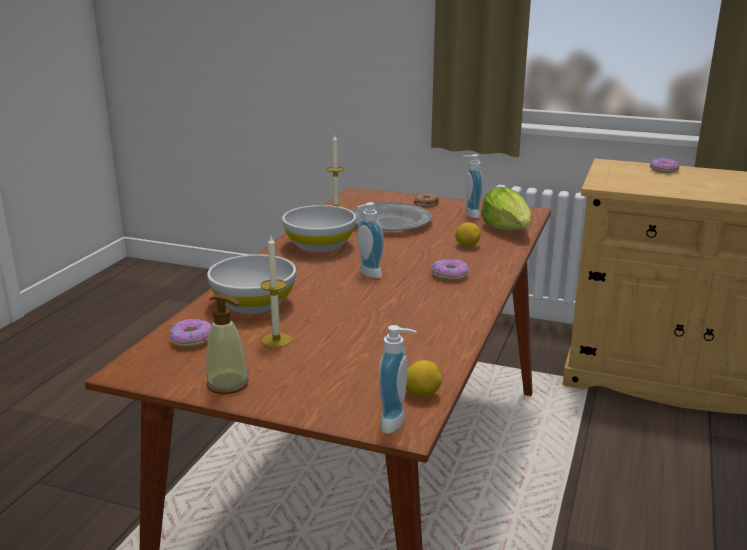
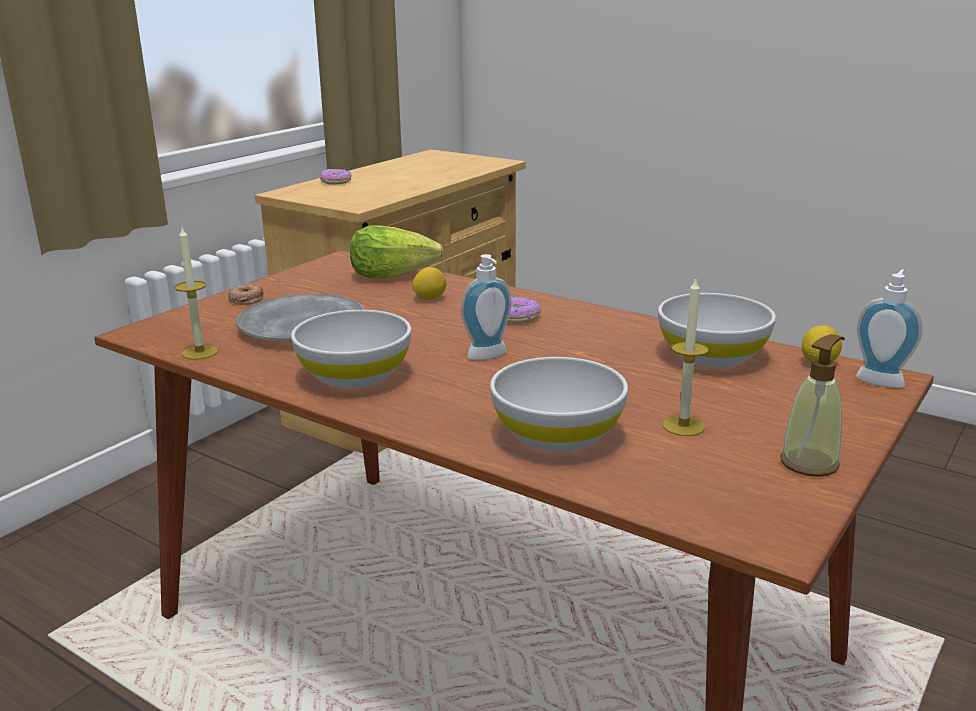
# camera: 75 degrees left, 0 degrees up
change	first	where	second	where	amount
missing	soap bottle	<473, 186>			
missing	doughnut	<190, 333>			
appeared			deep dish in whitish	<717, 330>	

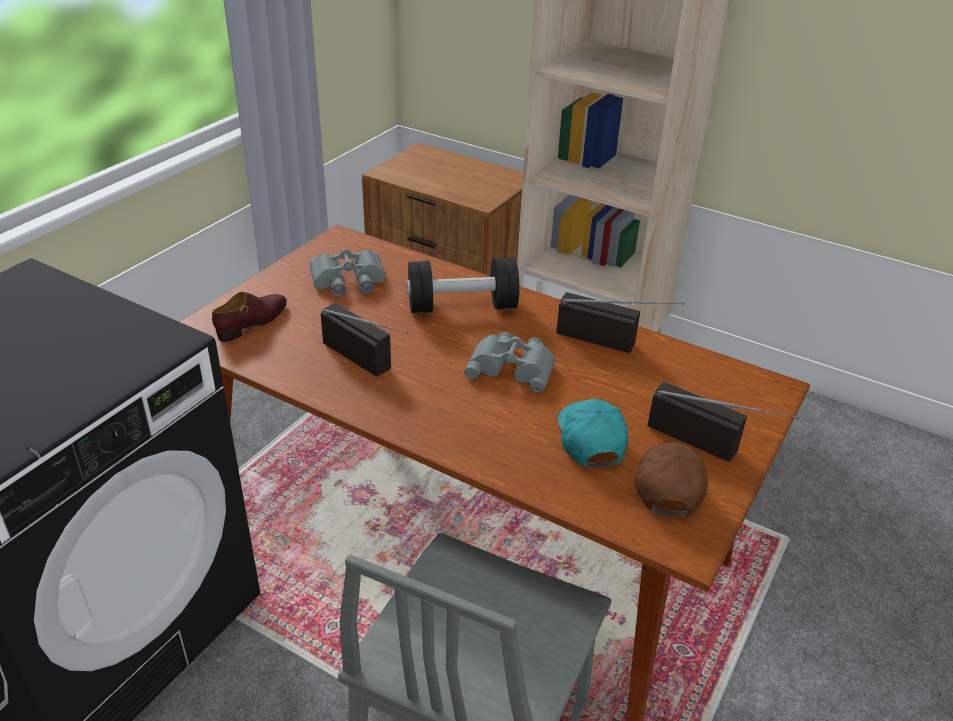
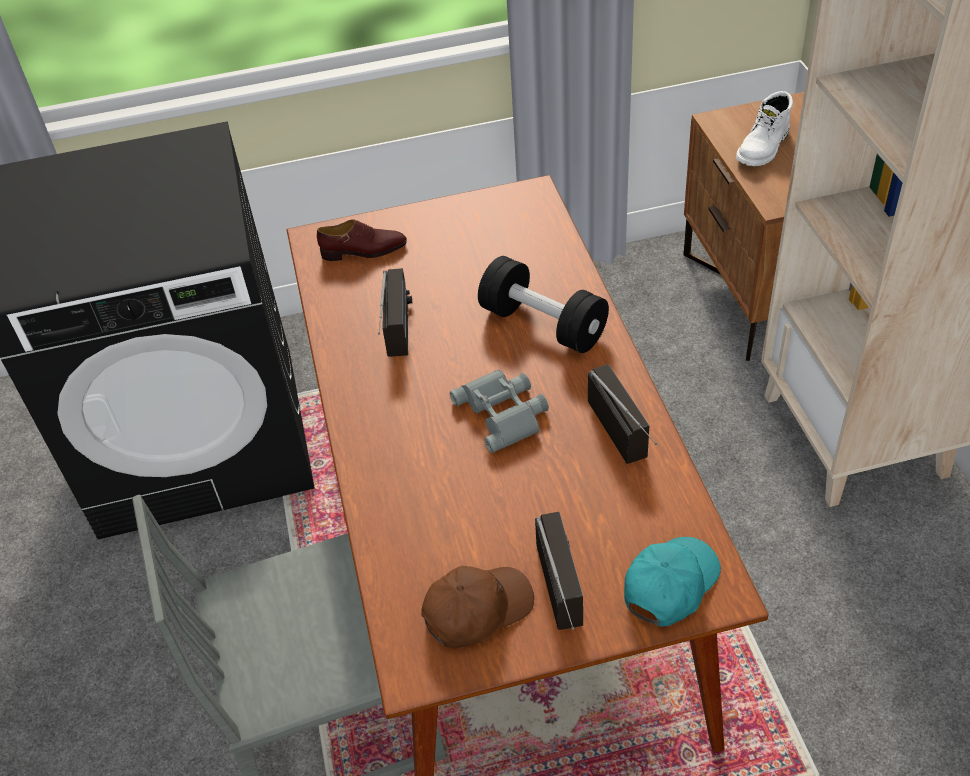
# camera: 50 degrees right, 10 degrees up
change	first	where	second	where	amount
missing	field glasses in greyish	<347, 273>			
relocated	cap in turquoise	<593, 433>		<672, 582>	
appeared			boot in whitish	<764, 128>	

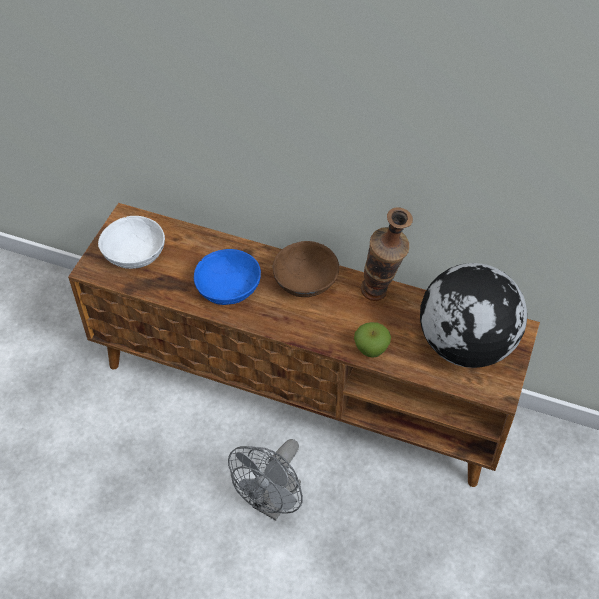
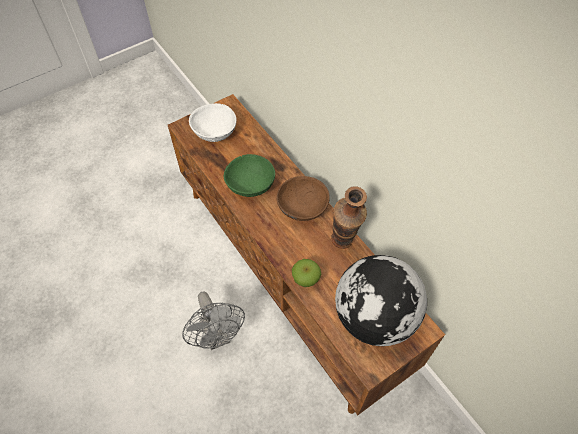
# camera: 35 degrees right, 5 degrees up
change	first	where	second	where	amount
colour	deep dish in blue-coloured	<227, 277>	deep dish in greenish	<249, 175>	
spun	cooling fan in greyish	<265, 480>		<213, 320>	90 degrees counterclockwise

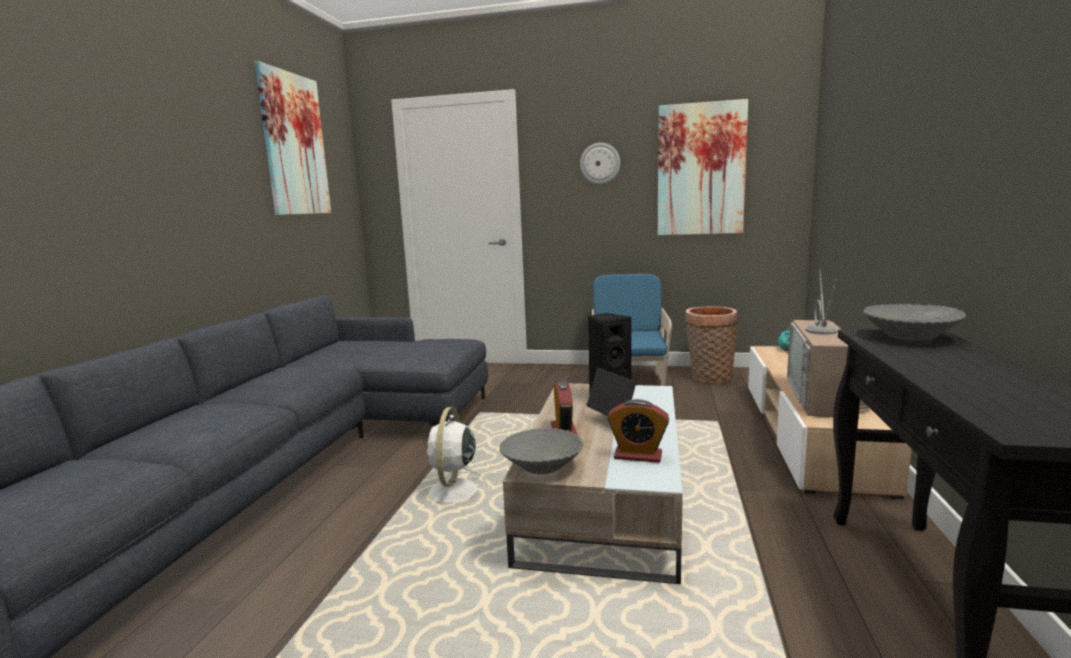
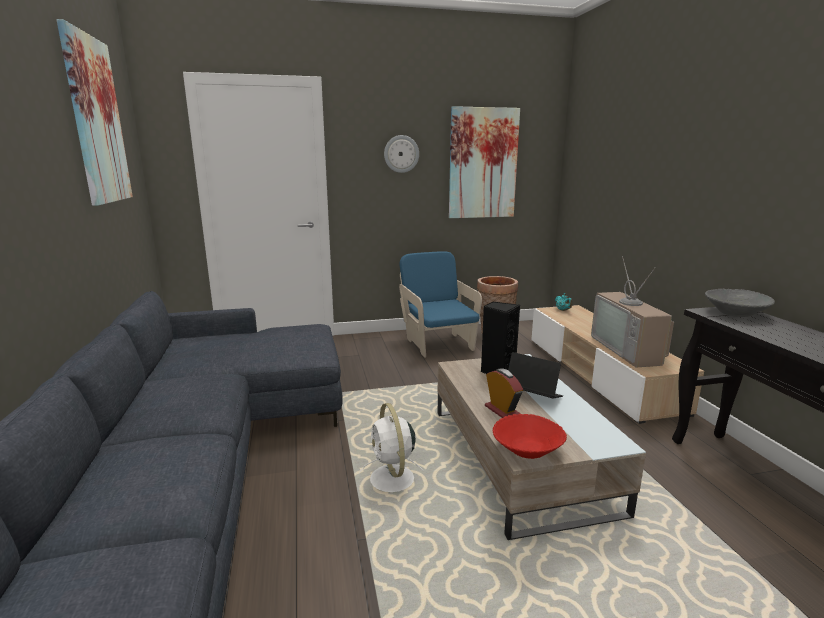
# camera: 25 degrees left, 5 degrees up
change	first	where	second	where	amount
missing	alarm clock	<638, 431>			
colour	deep dish in greyish	<541, 451>	deep dish in red-coloured	<530, 436>	

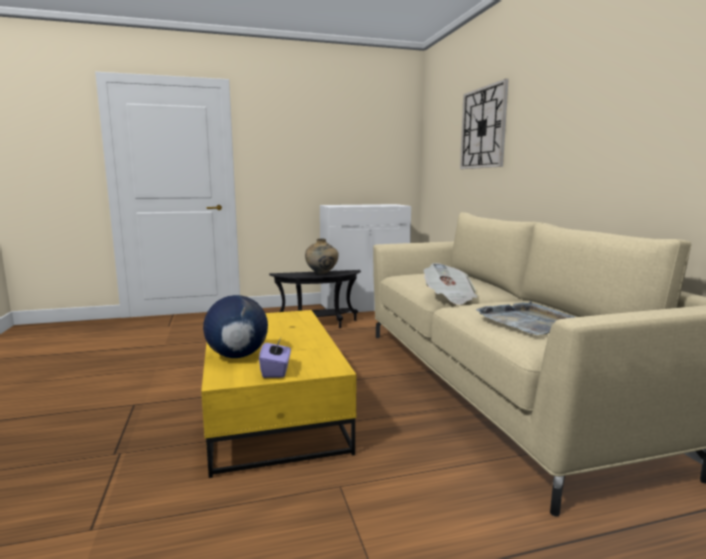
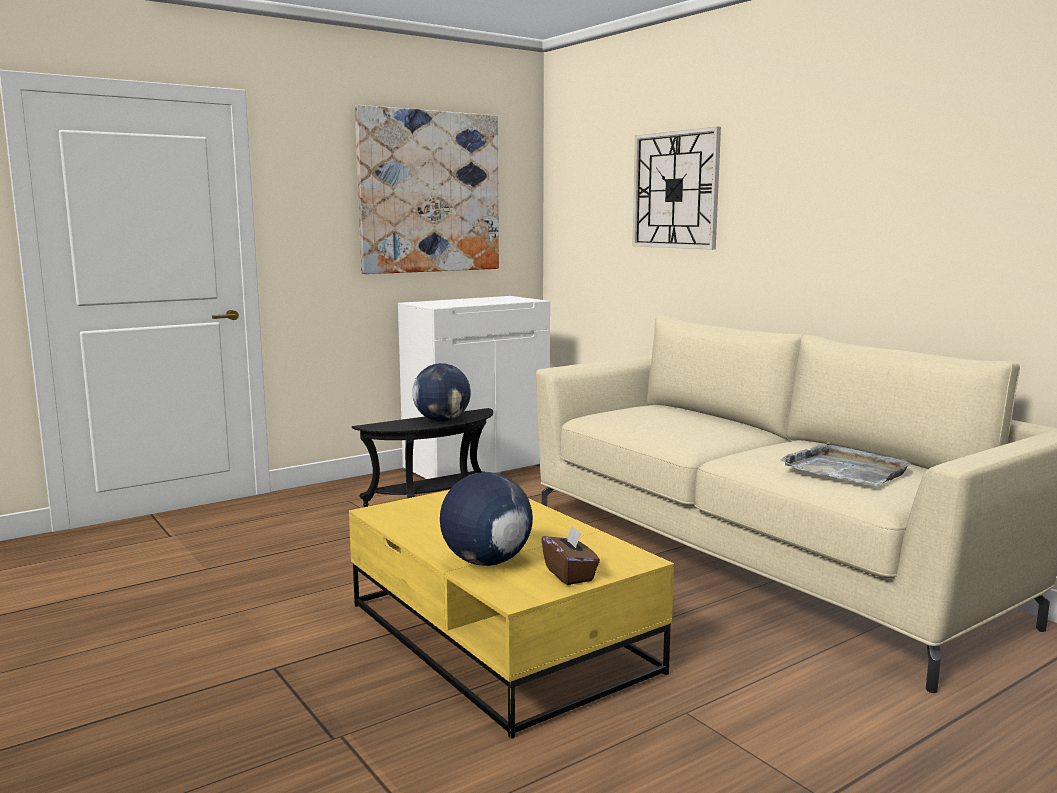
# camera: 20 degrees left, 0 degrees up
change	first	where	second	where	amount
exchanged	flower vase in sand-coloured	<322, 256>	desk globe	<441, 392>	
missing	printed paper	<451, 284>			
colour	box of tissues in purple	<275, 358>	box of tissues in brown-coloured	<571, 555>	
appeared			wall picture	<427, 189>	

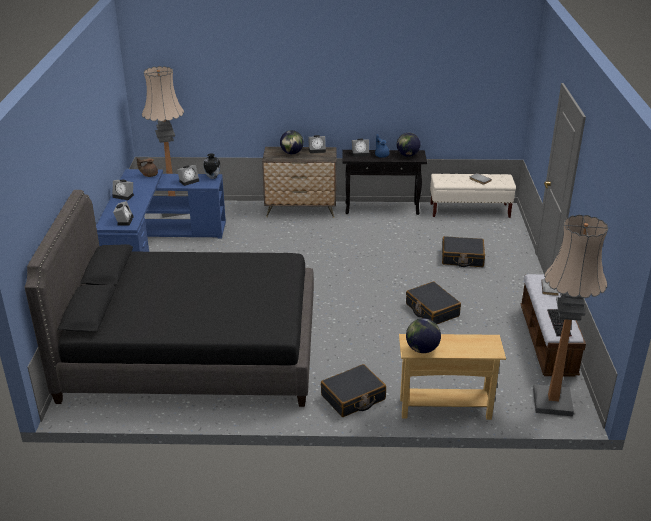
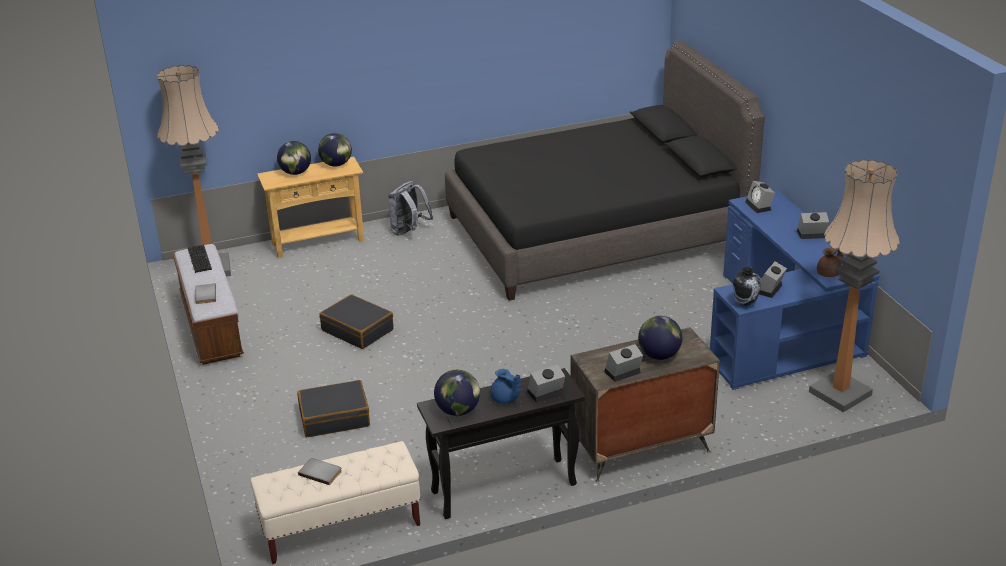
# camera: 160 degrees right, 0 degrees up
change	first	where	second	where	amount
exchanged	travel case in black	<353, 390>	knapsack in greyish	<411, 208>	
appeared			desk globe	<294, 158>	

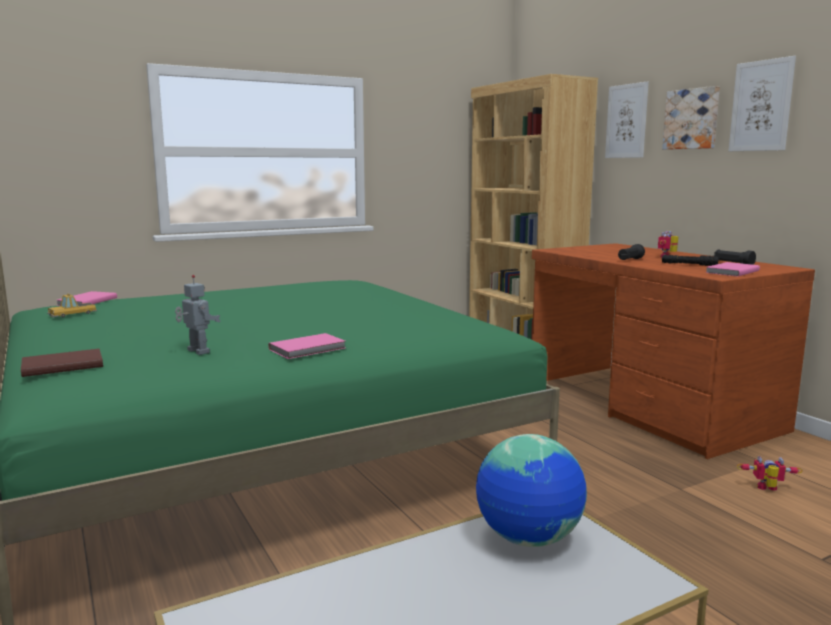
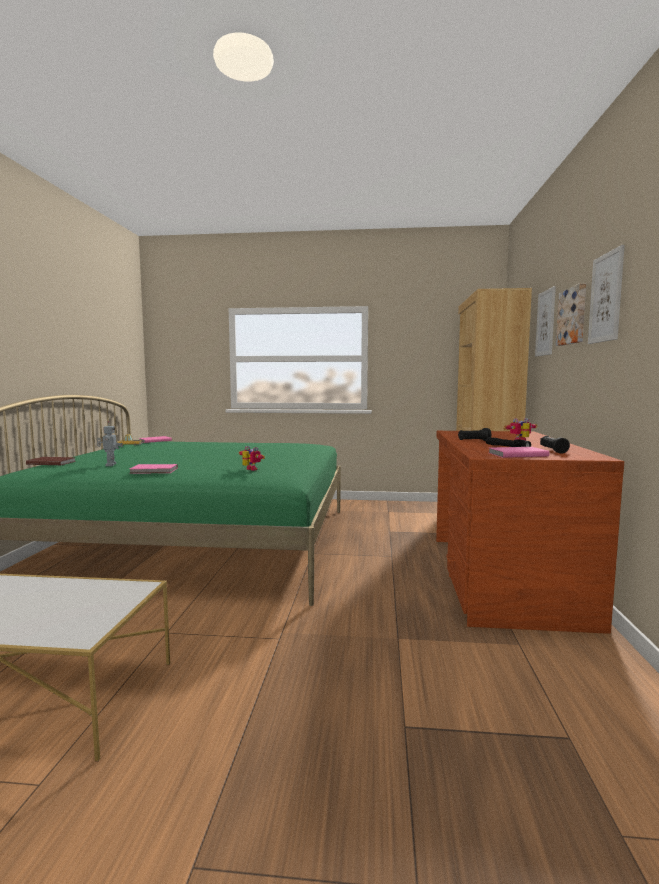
# camera: 35 degrees right, 5 degrees down
change	first	where	second	where	amount
missing	desk globe	<531, 490>			
relocated	toy robot	<769, 473>		<252, 458>	

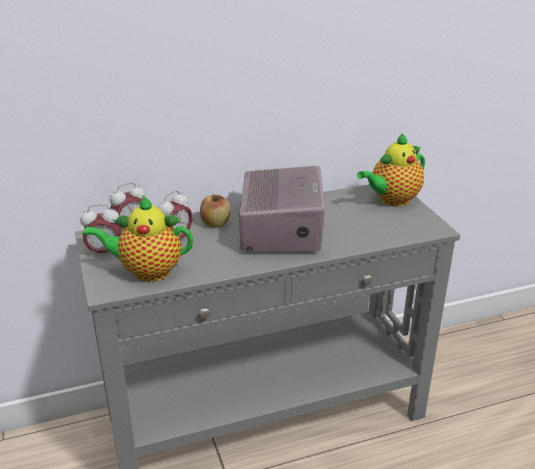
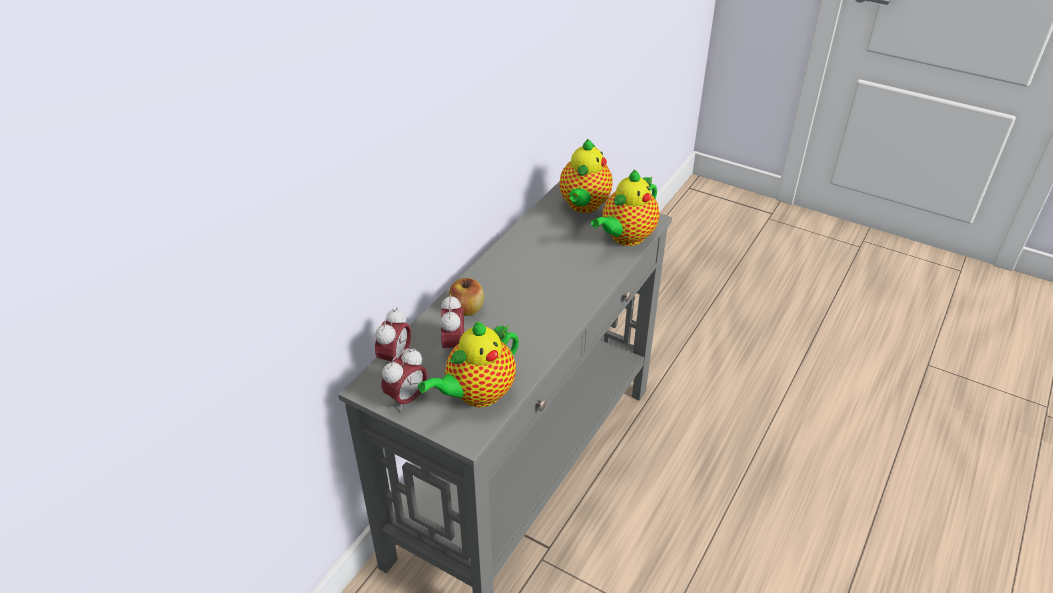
# camera: 40 degrees left, 10 degrees up
change	first	where	second	where	amount
missing	radio	<282, 209>			
appeared			tea pot	<625, 207>	

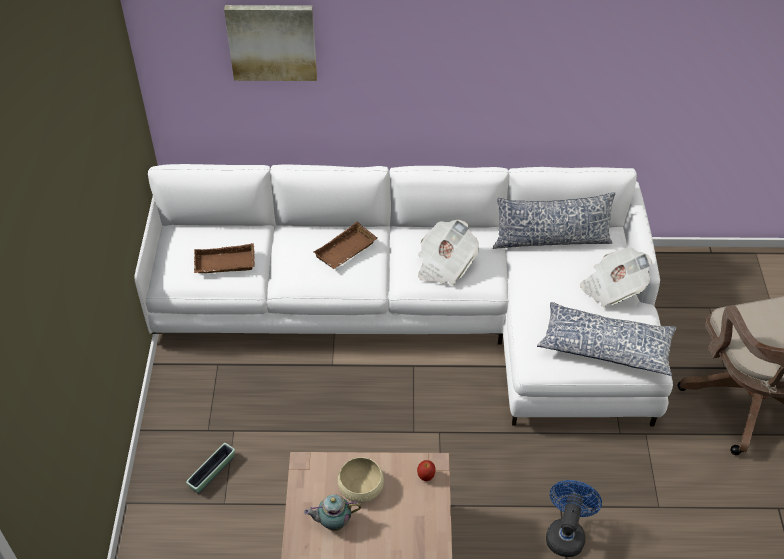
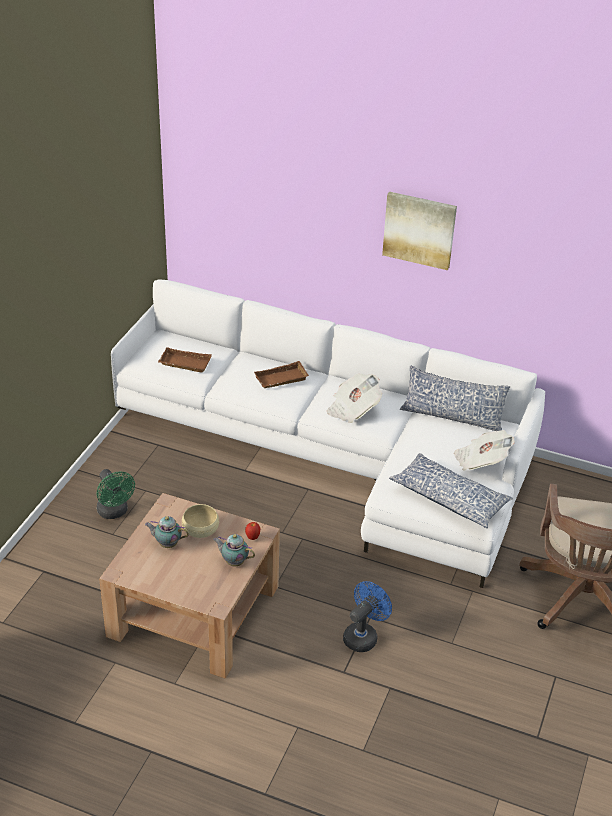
# camera: 20 degrees right, 10 degrees down
change	first	where	second	where	amount
relocated	wall picture	<270, 43>		<419, 230>	
exchanged	planter	<210, 468>	cooling fan in greenish	<116, 494>	
appeared			tea pot	<234, 550>	

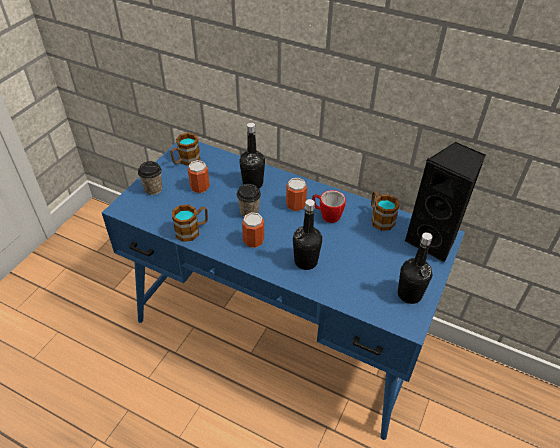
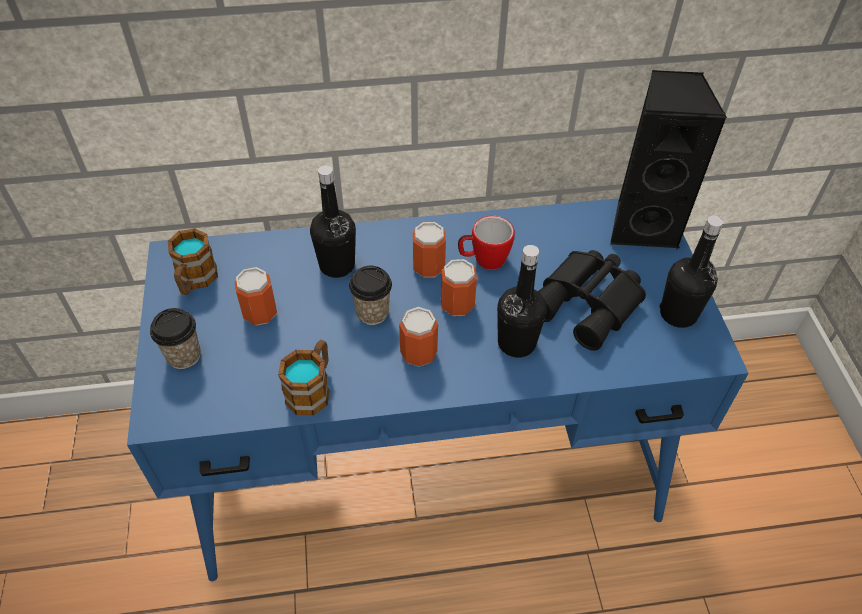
# camera: 35 degrees left, 5 degrees up
change	first	where	second	where	amount
missing	coffee mug	<385, 211>			
appeared			field glasses in black	<592, 300>	
appeared			metal can	<459, 287>	

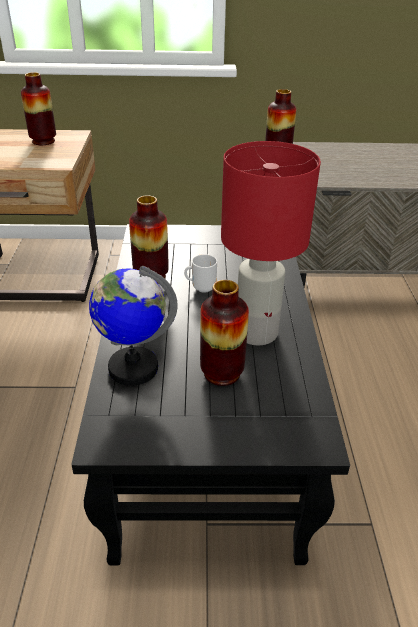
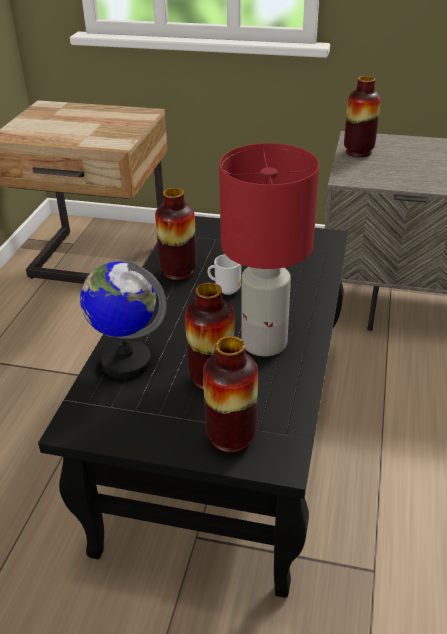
# camera: 15 degrees right, 0 degrees up
change	first	where	second	where	amount
relocated	flower vase	<38, 108>		<230, 394>	

